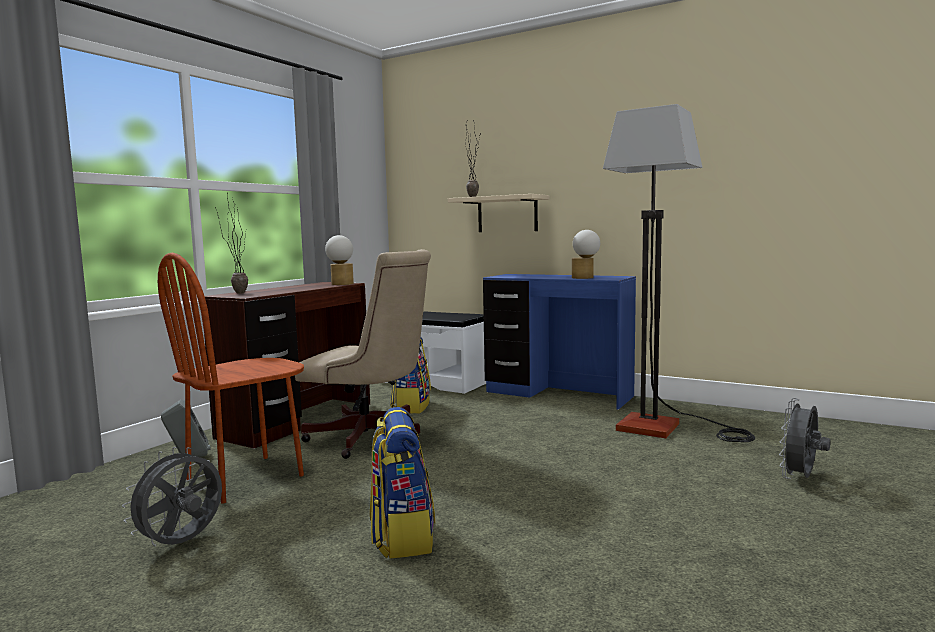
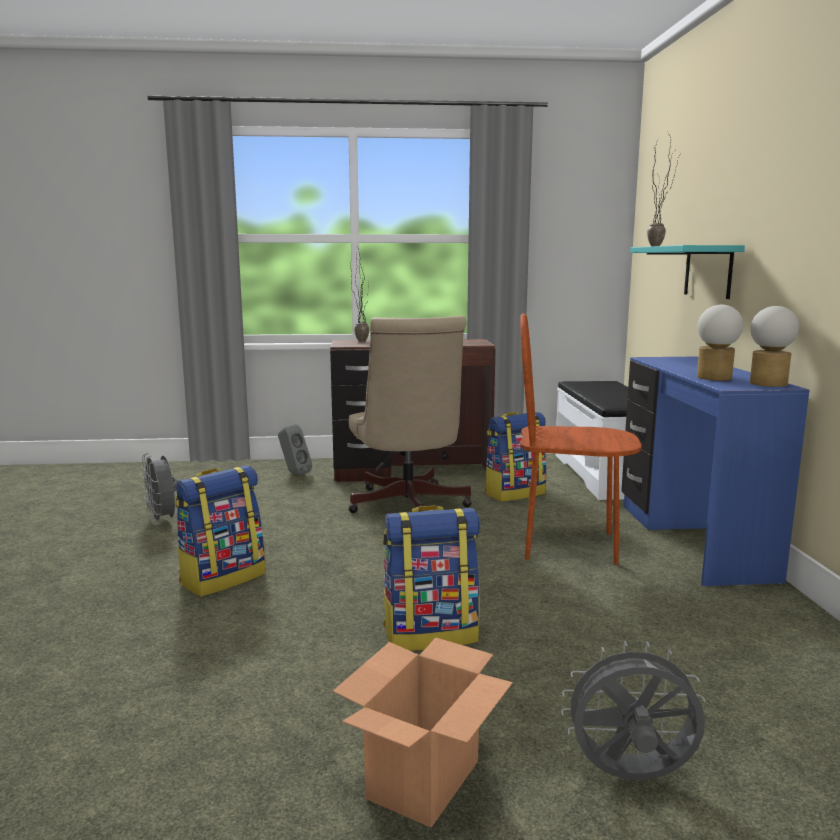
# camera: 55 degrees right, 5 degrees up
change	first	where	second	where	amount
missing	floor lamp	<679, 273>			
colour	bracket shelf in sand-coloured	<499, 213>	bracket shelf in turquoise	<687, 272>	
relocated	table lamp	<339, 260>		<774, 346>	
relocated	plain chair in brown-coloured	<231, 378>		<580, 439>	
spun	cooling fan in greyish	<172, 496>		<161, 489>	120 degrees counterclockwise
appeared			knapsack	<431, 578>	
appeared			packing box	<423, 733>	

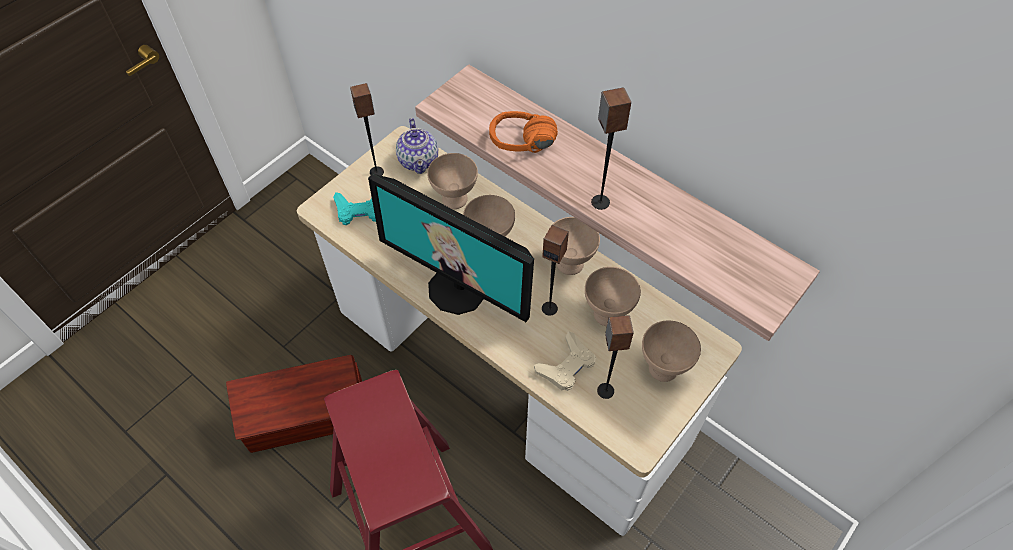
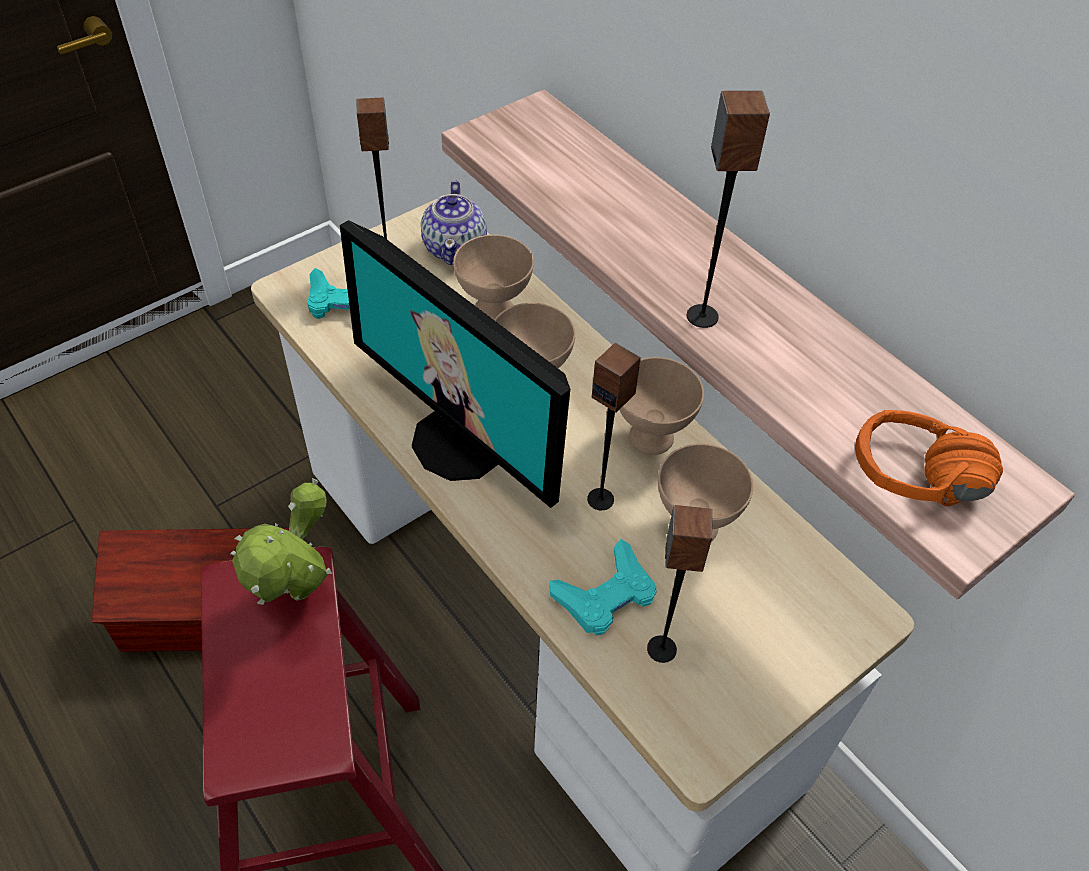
# camera: 10 degrees right, 5 degrees down
change	first	where	second	where	amount
relocated	headphones in orange	<523, 132>		<929, 458>	
missing	deep dish in sand-coloured	<671, 351>			
colour	joypad in sand-coloured	<565, 361>	joypad in turquoise	<603, 587>	
appeared			potted plant	<281, 541>	

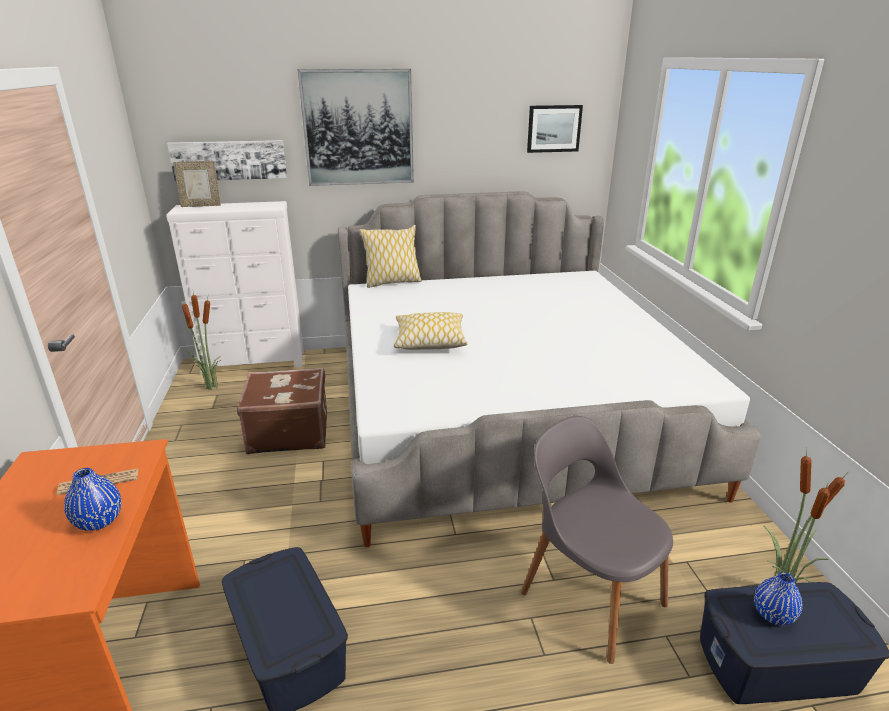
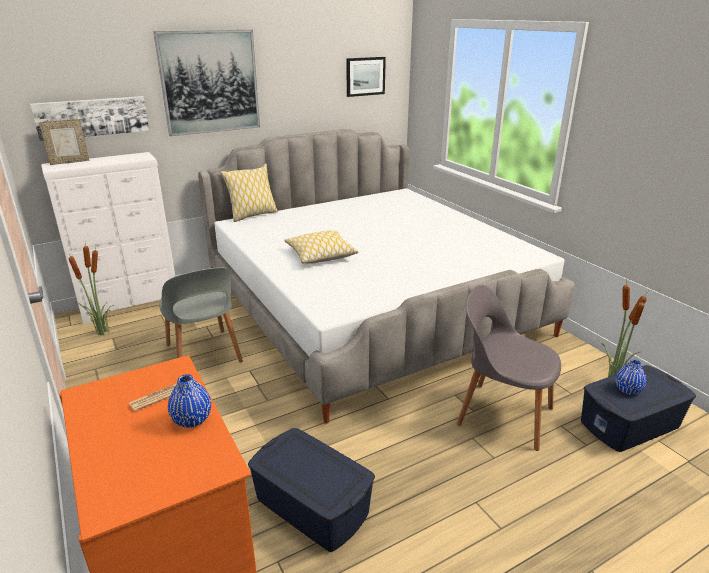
# camera: 20 degrees left, 0 degrees up
change	first	where	second	where	amount
exchanged	travel case in brown-coloured	<282, 411>	plain chair in greyish	<201, 315>	

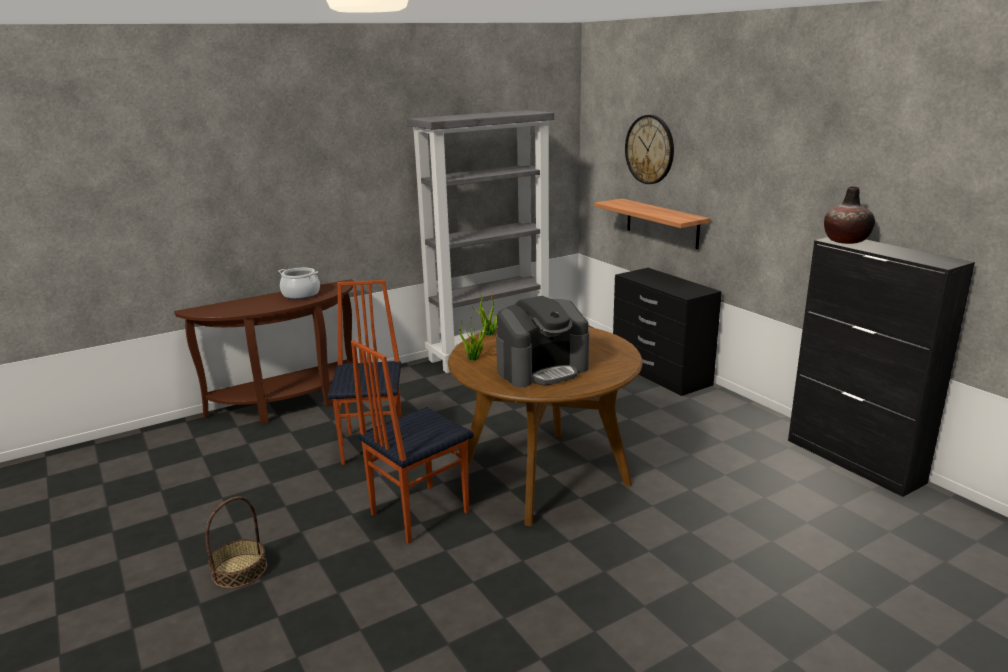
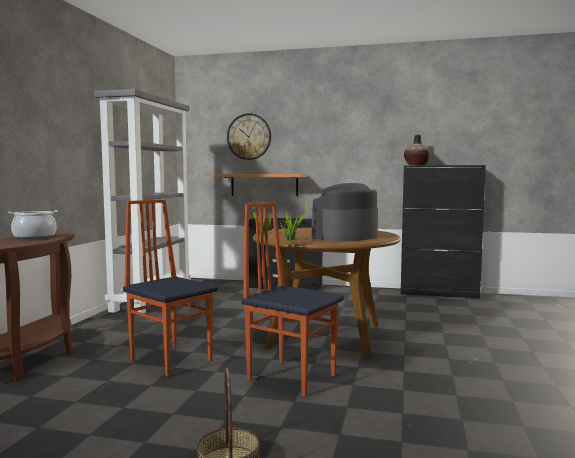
# camera: 45 degrees left, 15 degrees down
change	first	where	second	where	amount
spun	coffee maker	<542, 341>		<345, 212>	150 degrees counterclockwise
spun	plain chair	<412, 442>		<293, 299>	120 degrees clockwise

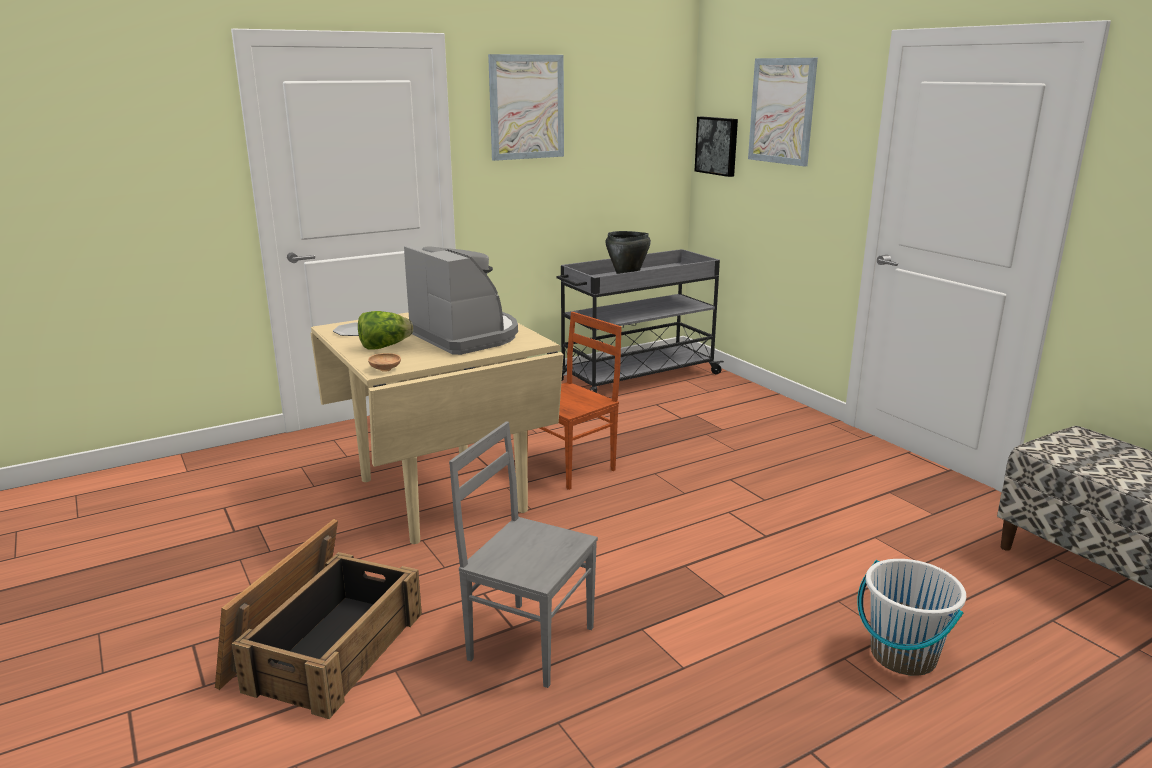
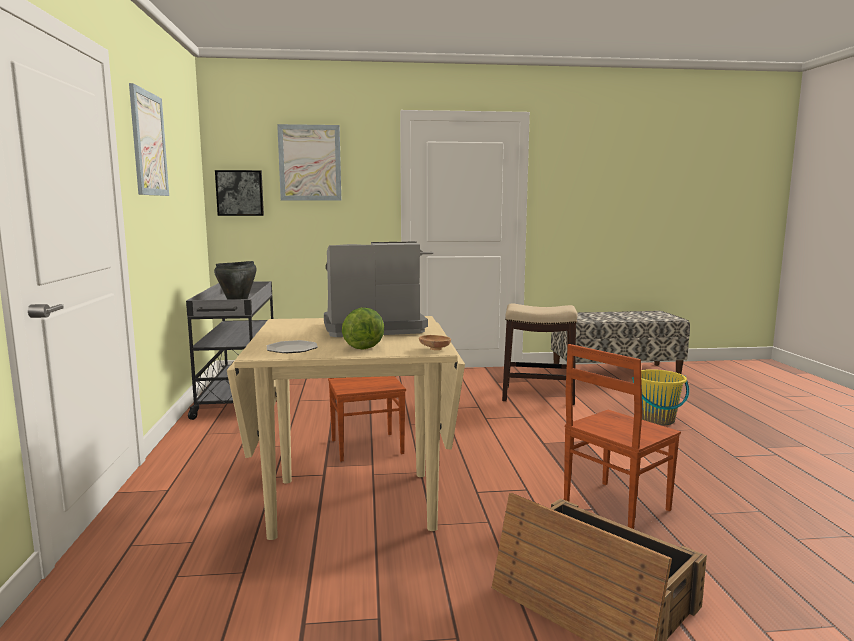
# camera: 65 degrees left, 10 degrees down
change	first	where	second	where	amount
colour	plain chair in greyish	<523, 554>	plain chair in brown-coloured	<622, 436>	
colour	water bucket in whitish	<911, 617>	water bucket in yellow	<660, 397>	
appeared			sitting stool	<539, 354>	

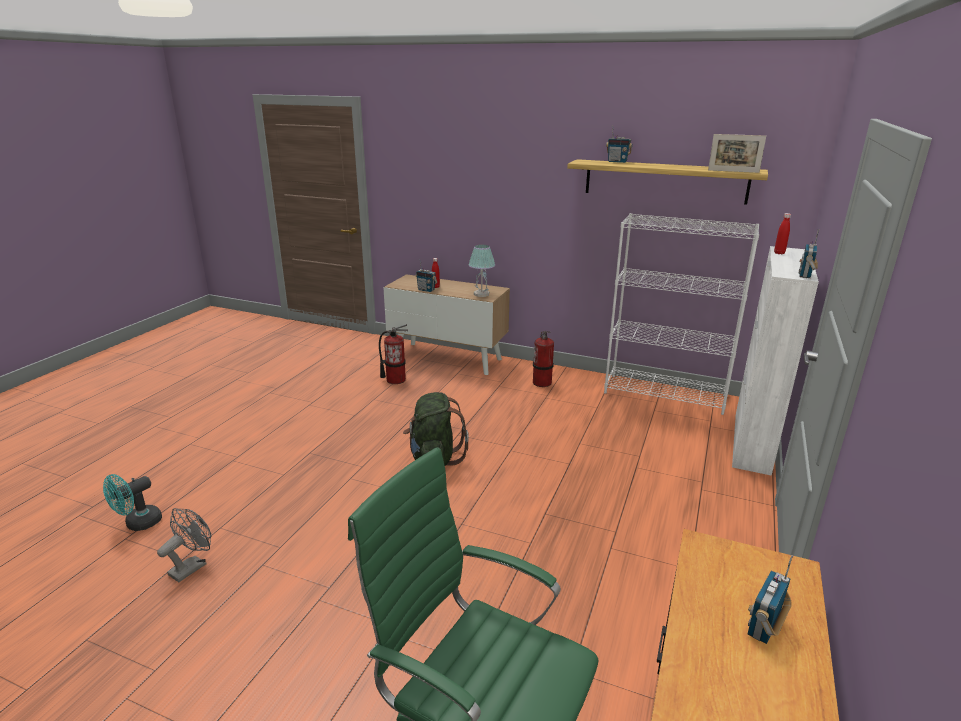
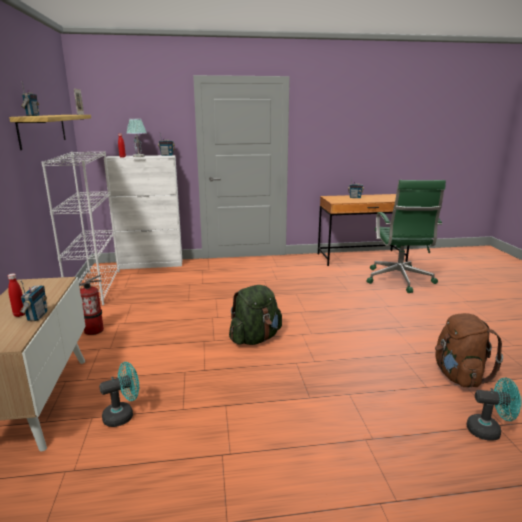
# camera: 120 degrees left, 5 degrees down
change	first	where	second	where	amount
relocated	table lamp	<482, 271>		<136, 137>	
exchanged	fire extinguisher	<393, 354>	cooling fan in turquoise	<119, 394>	
exchanged	cooling fan in greyish	<184, 545>	knapsack in brown-coloured	<469, 350>	

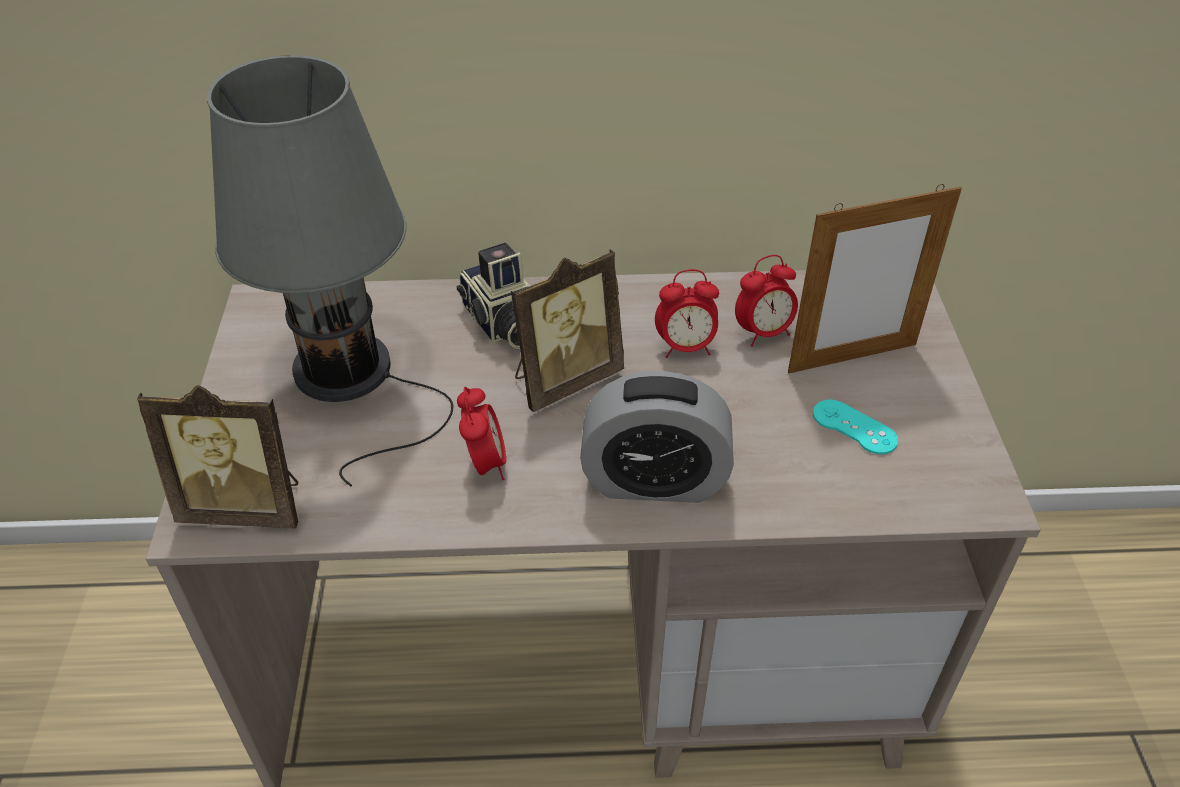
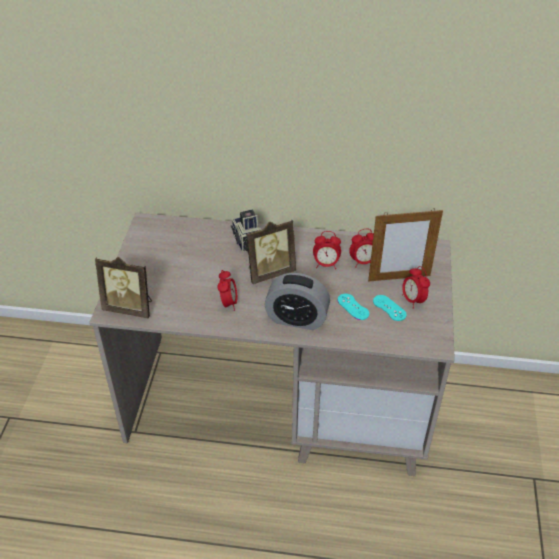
# camera: 10 degrees right, 0 degrees up
change	first	where	second	where	amount
missing	table lamp in greyish	<330, 270>			
appeared			alarm clock	<416, 287>	
appeared			joypad in turquoise	<353, 307>	

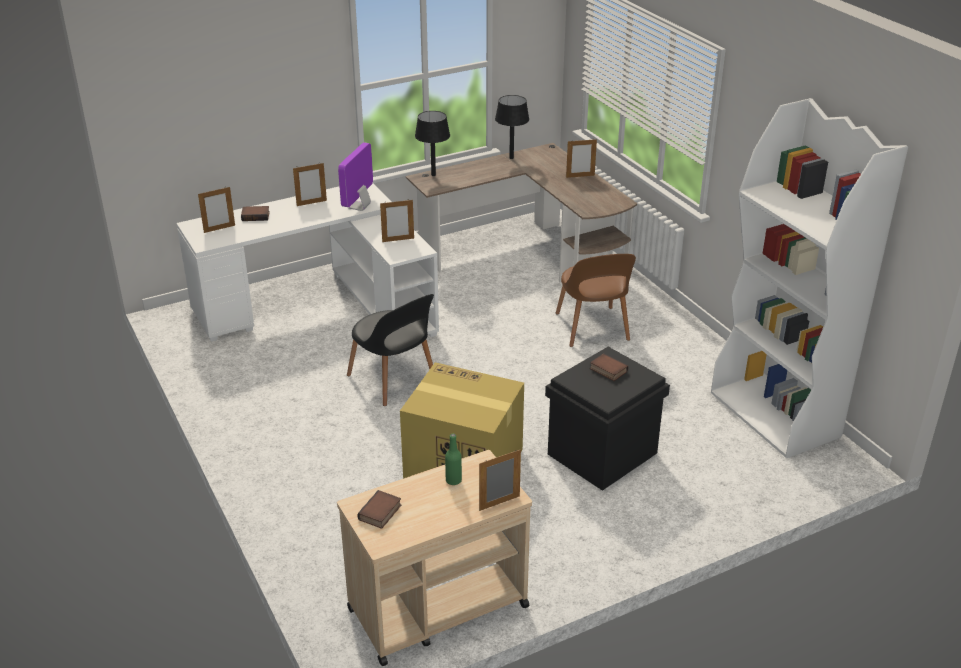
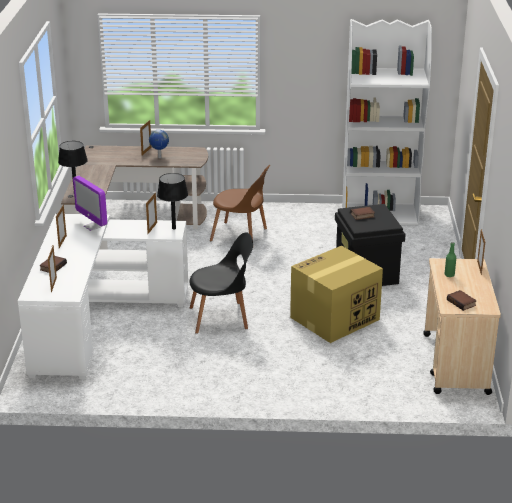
# camera: 60 degrees left, 5 degrees down
change	first	where	second	where	amount
relocated	table lamp in black	<512, 127>		<172, 201>	
appeared			desk globe	<159, 144>	

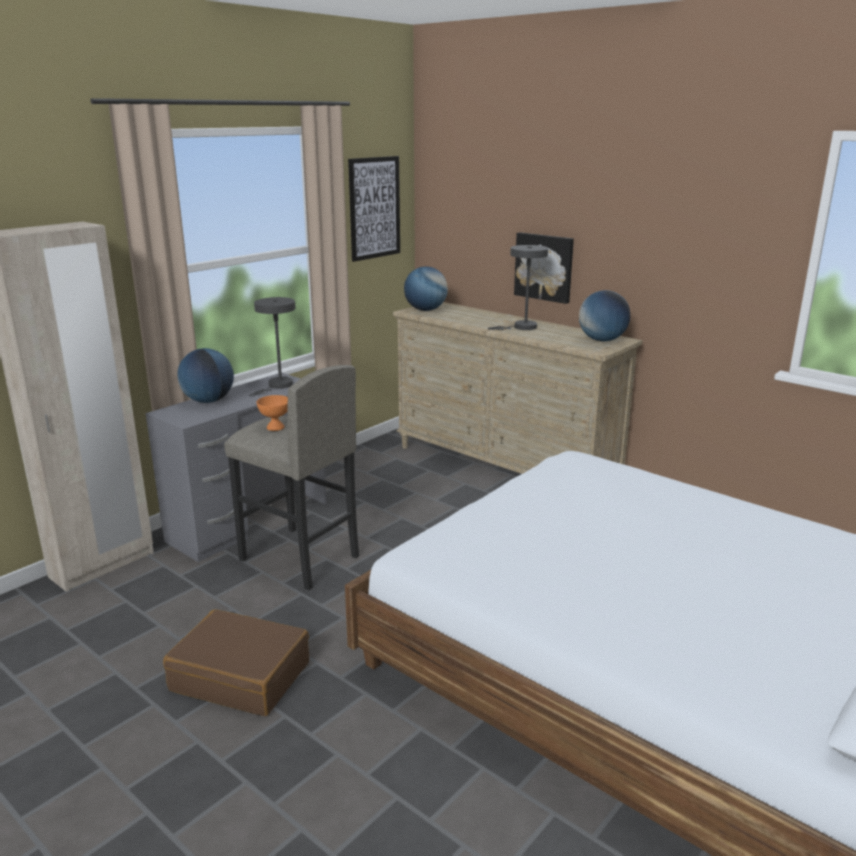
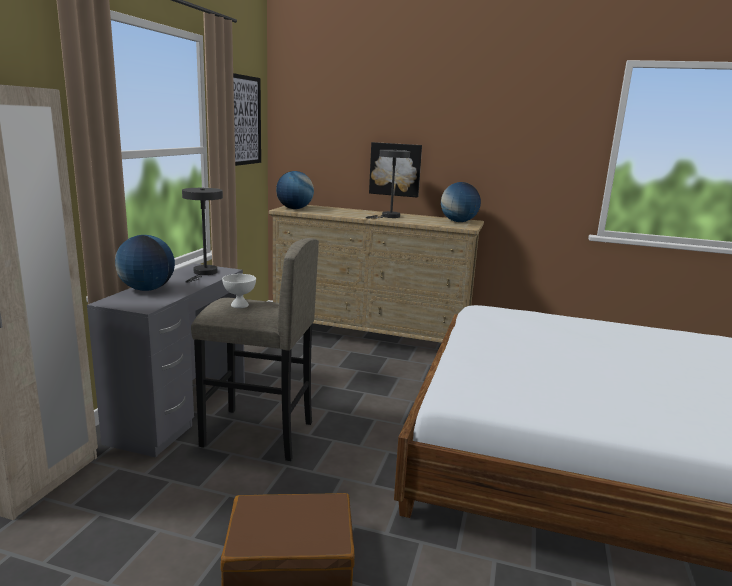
# camera: 25 degrees left, 5 degrees down
change	first	where	second	where	amount
colour	deep dish in orange	<272, 413>	deep dish in whitish	<239, 291>	

